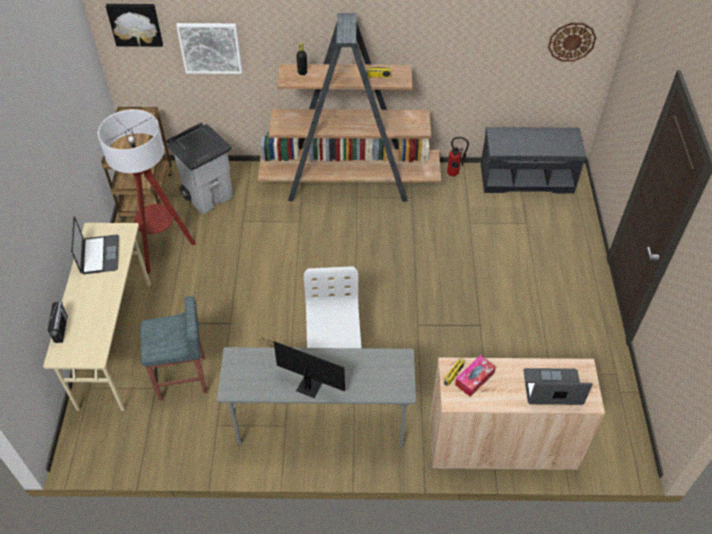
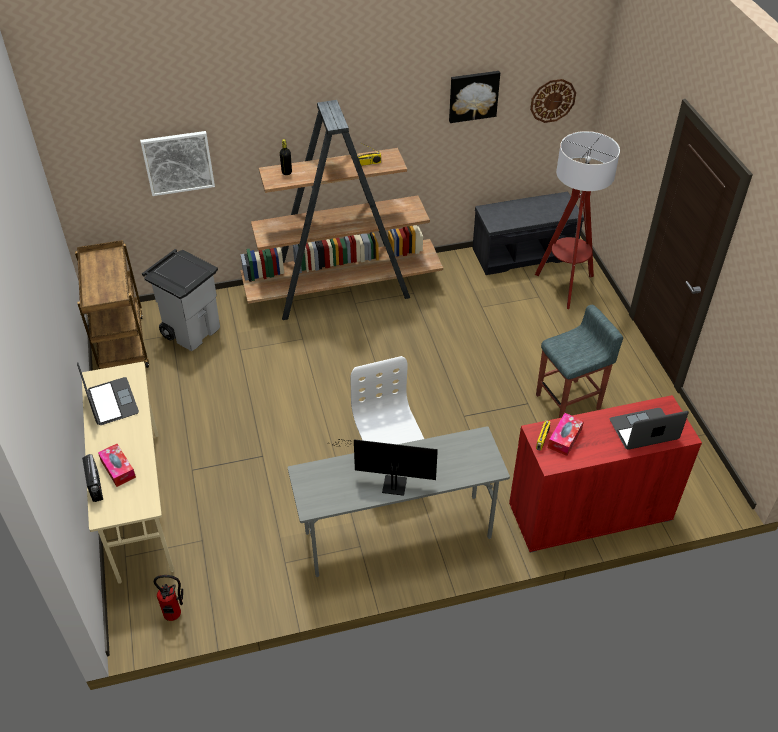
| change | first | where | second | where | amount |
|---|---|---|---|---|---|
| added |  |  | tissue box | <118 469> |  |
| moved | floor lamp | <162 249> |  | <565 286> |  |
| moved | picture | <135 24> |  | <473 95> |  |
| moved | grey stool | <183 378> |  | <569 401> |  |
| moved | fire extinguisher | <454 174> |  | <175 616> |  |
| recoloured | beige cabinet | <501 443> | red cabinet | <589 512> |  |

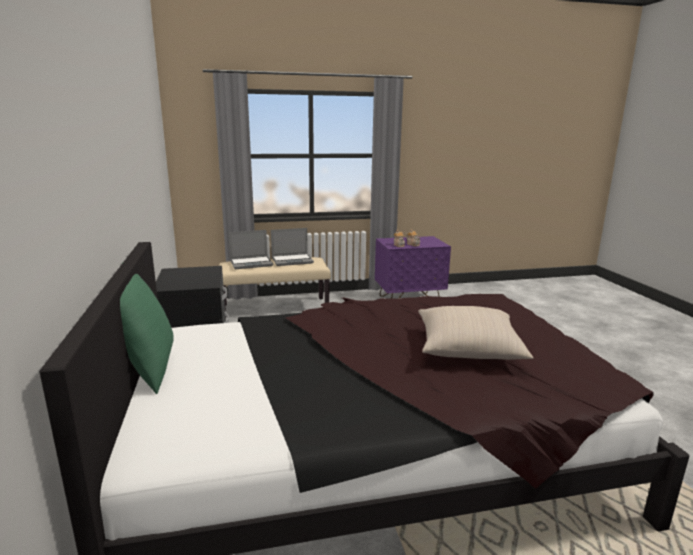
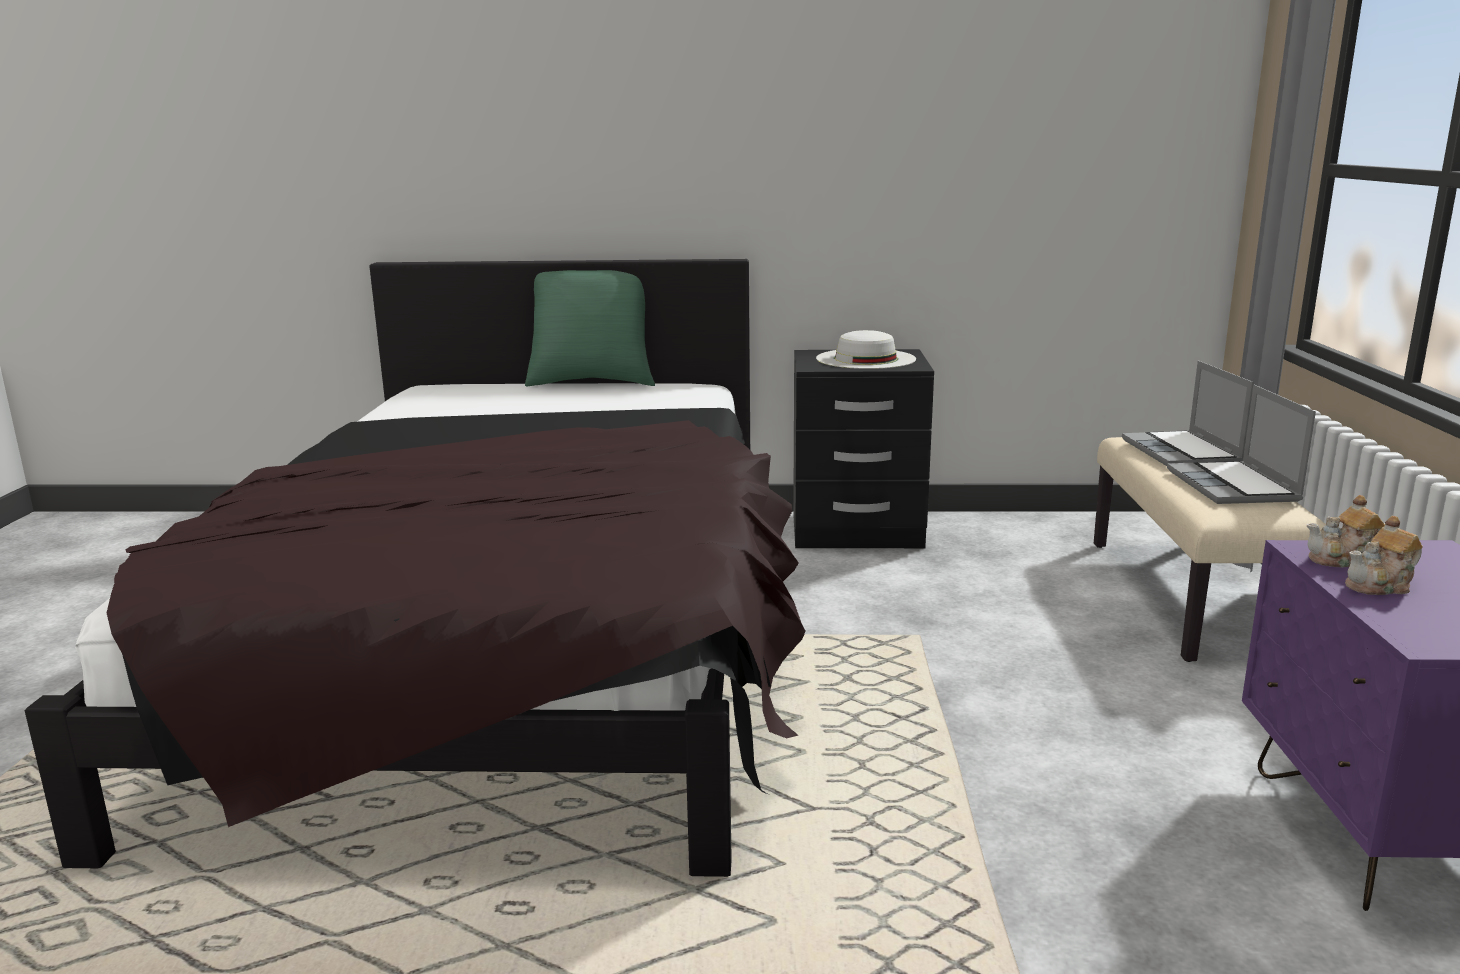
| change | first | where | second | where | amount |
|---|---|---|---|---|---|
| removed | beige pillow | <467 349> |  |  |  |
| added |  |  | white hat | <865 359> |  |

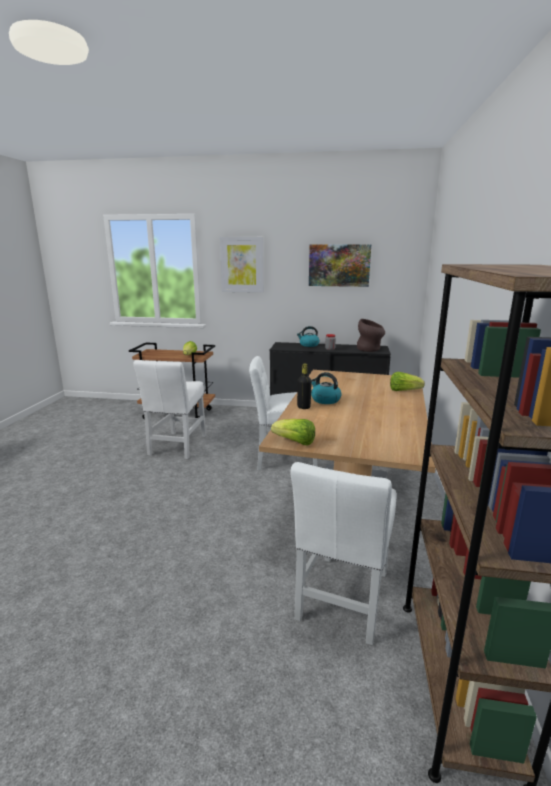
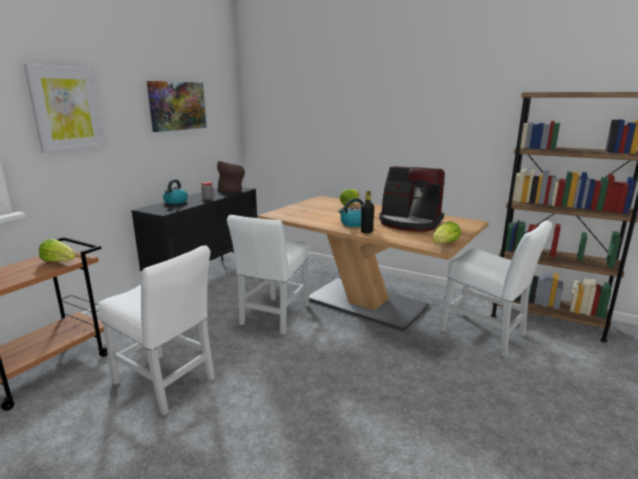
| change | first | where | second | where | amount |
|---|---|---|---|---|---|
| added |  |  | coffee machine | <410 222> |  |

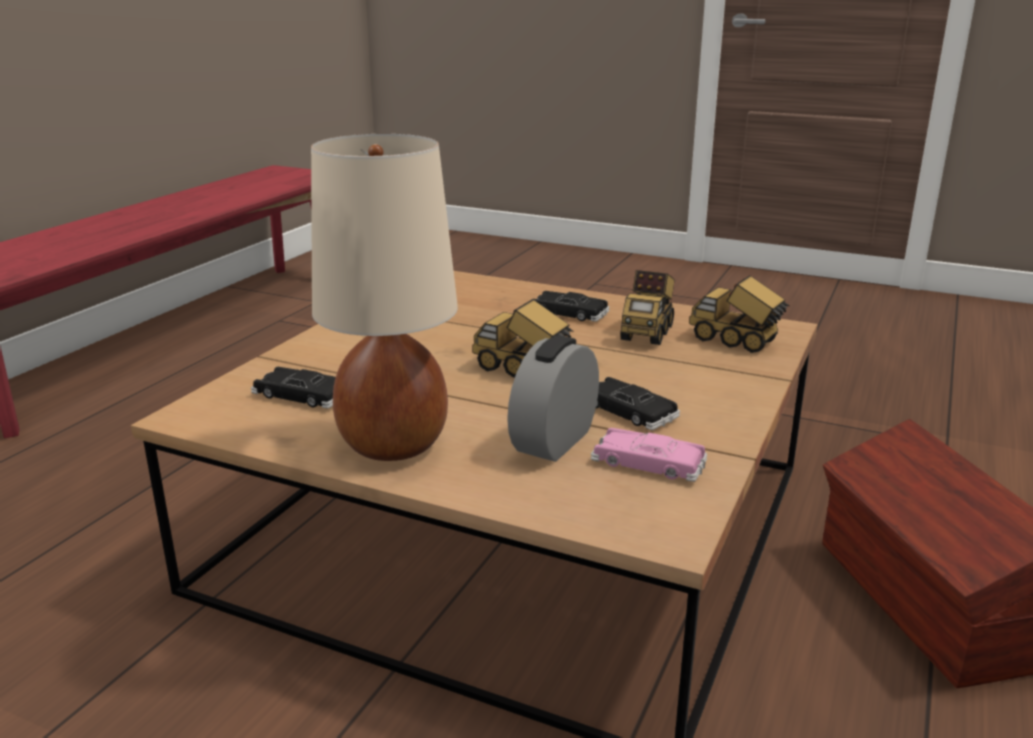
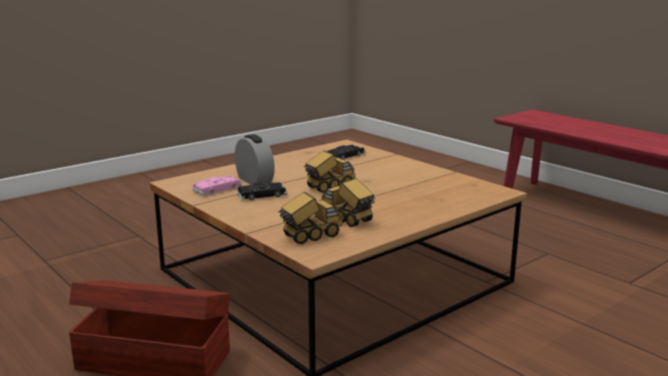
| change | first | where | second | where | amount |
|---|---|---|---|---|---|
| removed | beige table lamp | <393 445> |  |  |  |
| removed | black toy car | <568 313> |  |  |  |

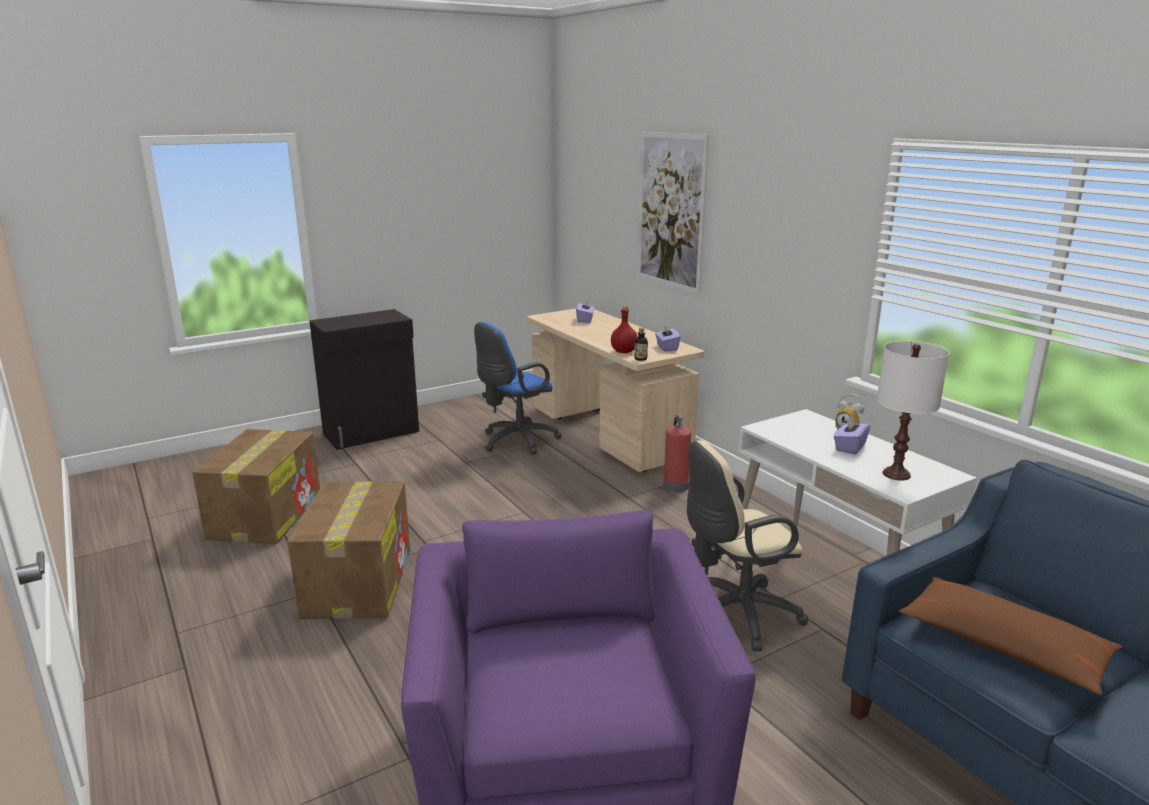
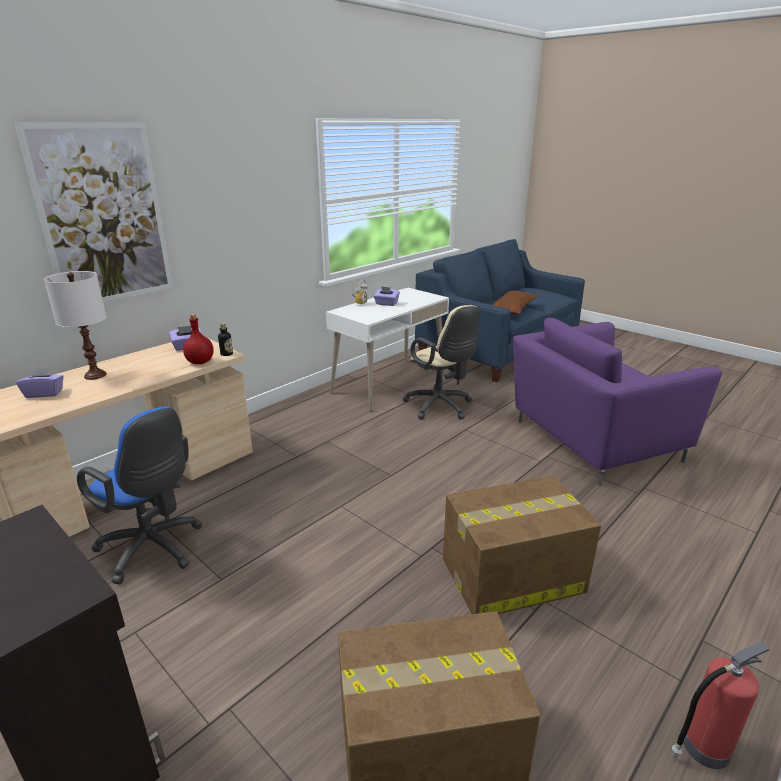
| change | first | where | second | where | amount |
|---|---|---|---|---|---|
| moved | fire extinguisher | <675 485> |  | <703 747> |  |
| moved | white table lamp | <896 474> |  | <95 375> |  |

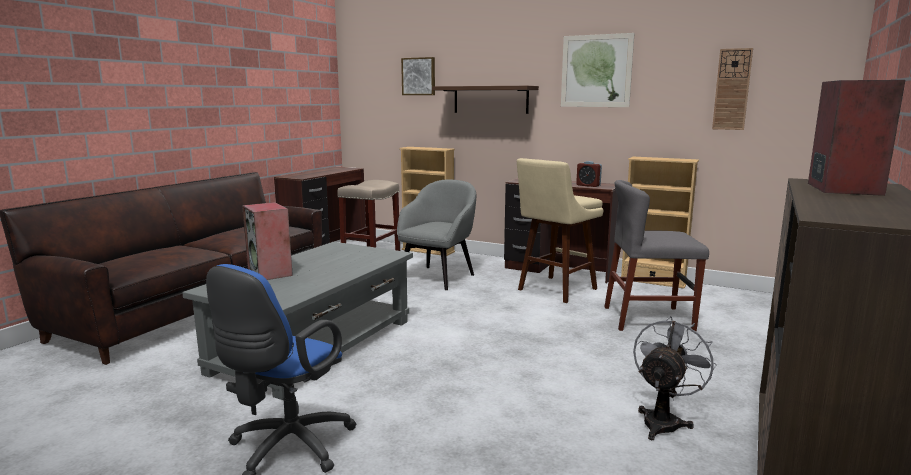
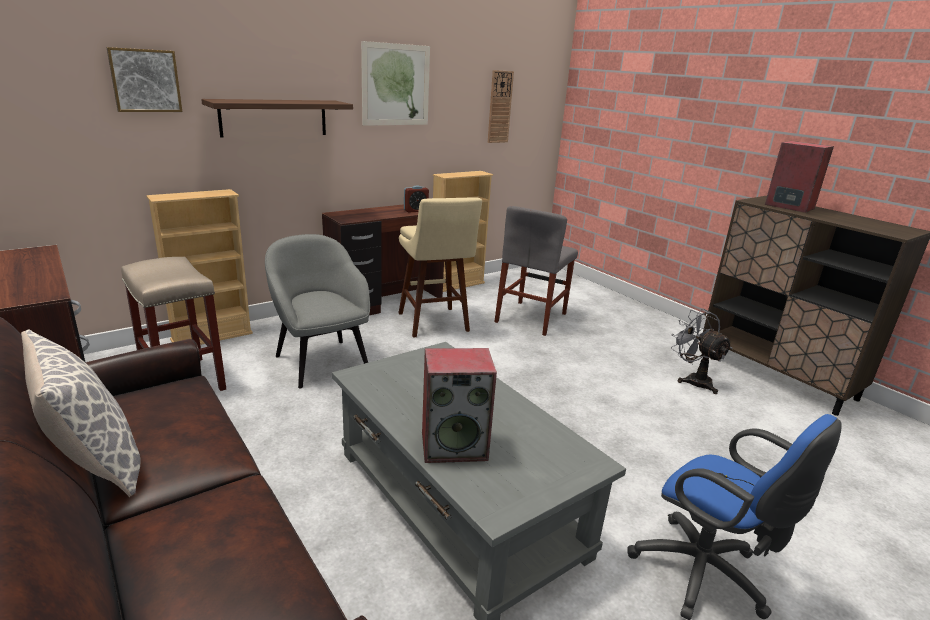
| change | first | where | second | where | amount |
|---|---|---|---|---|---|
| added |  |  | pillow | <95 465> |  |

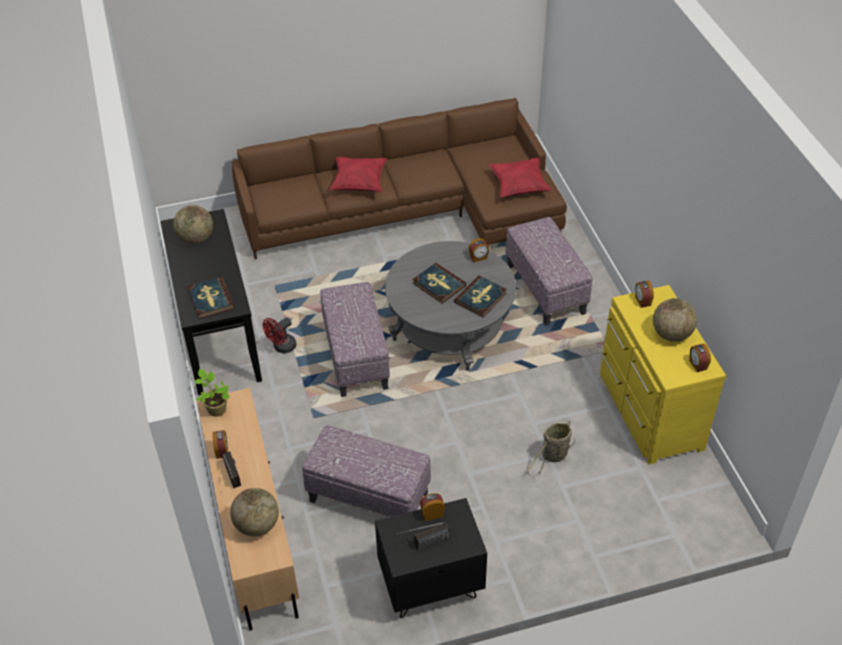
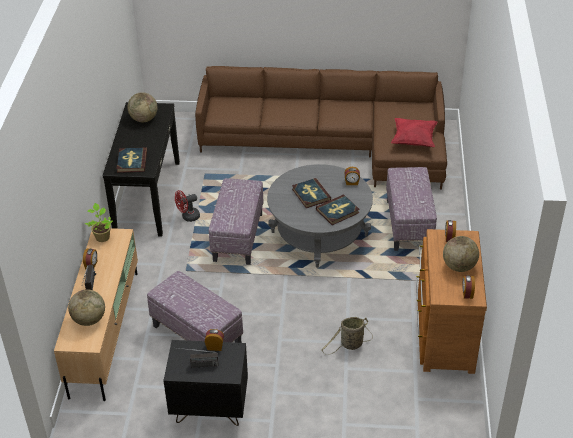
| change | first | where | second | where | amount |
|---|---|---|---|---|---|
| removed | red pillow | <359 183> |  |  |  |
| recoloured | yellow dresser | <648 412> | brown dresser | <443 334> |  |

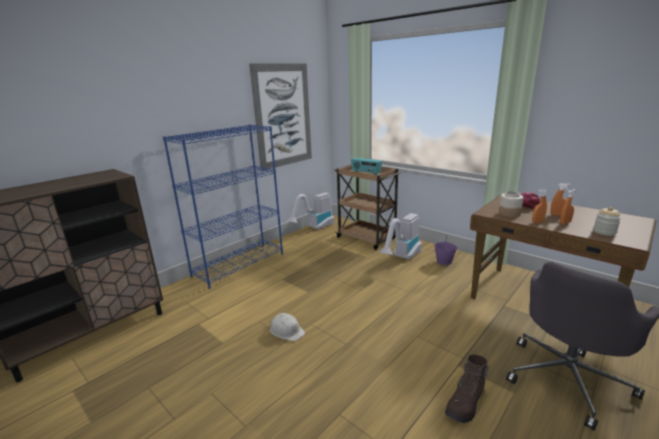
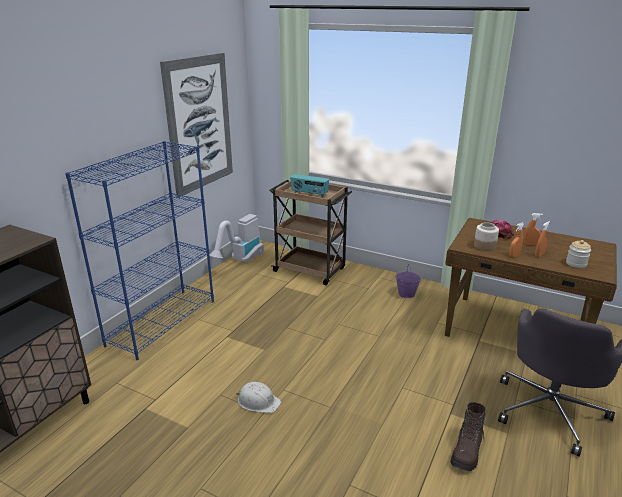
| change | first | where | second | where | amount |
|---|---|---|---|---|---|
| removed | vacuum cleaner | <402 258> |  |  |  |

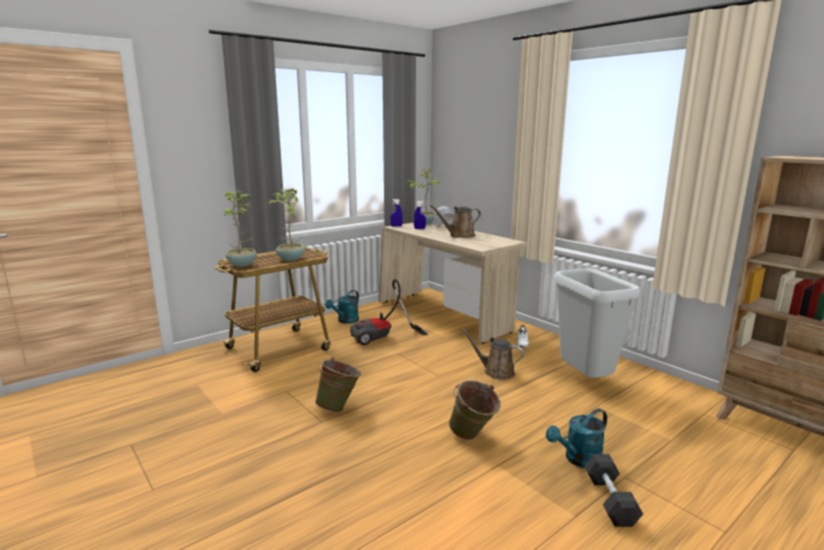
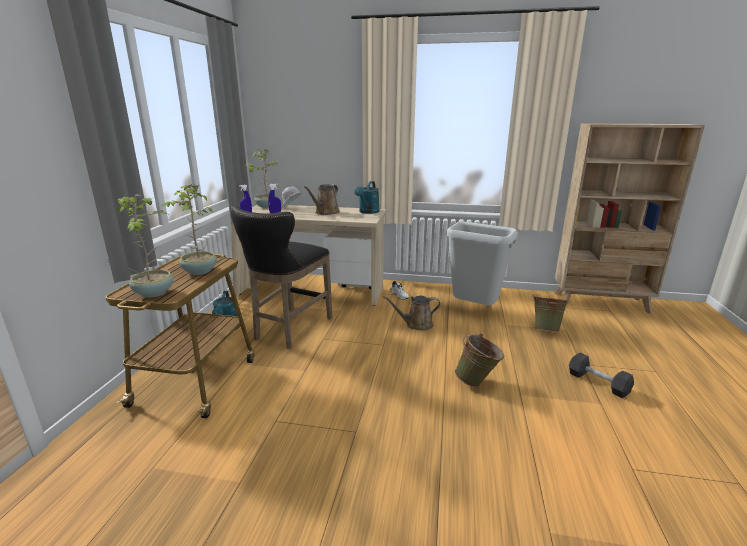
| change | first | where | second | where | amount |
|---|---|---|---|---|---|
| moved | green bucket | <339 407> |  | <546 329> |  |
| moved | turquoise watering can | <578 460> |  | <368 212> |  |
| replaced | vacuum cleaner | <383 338> | black stool | <289 329> |  |

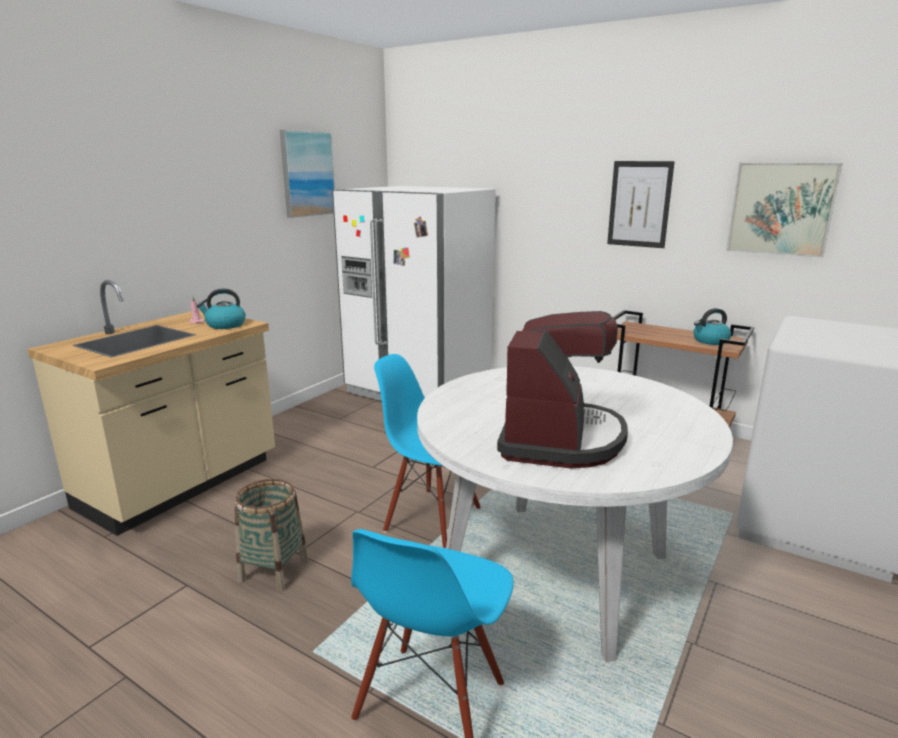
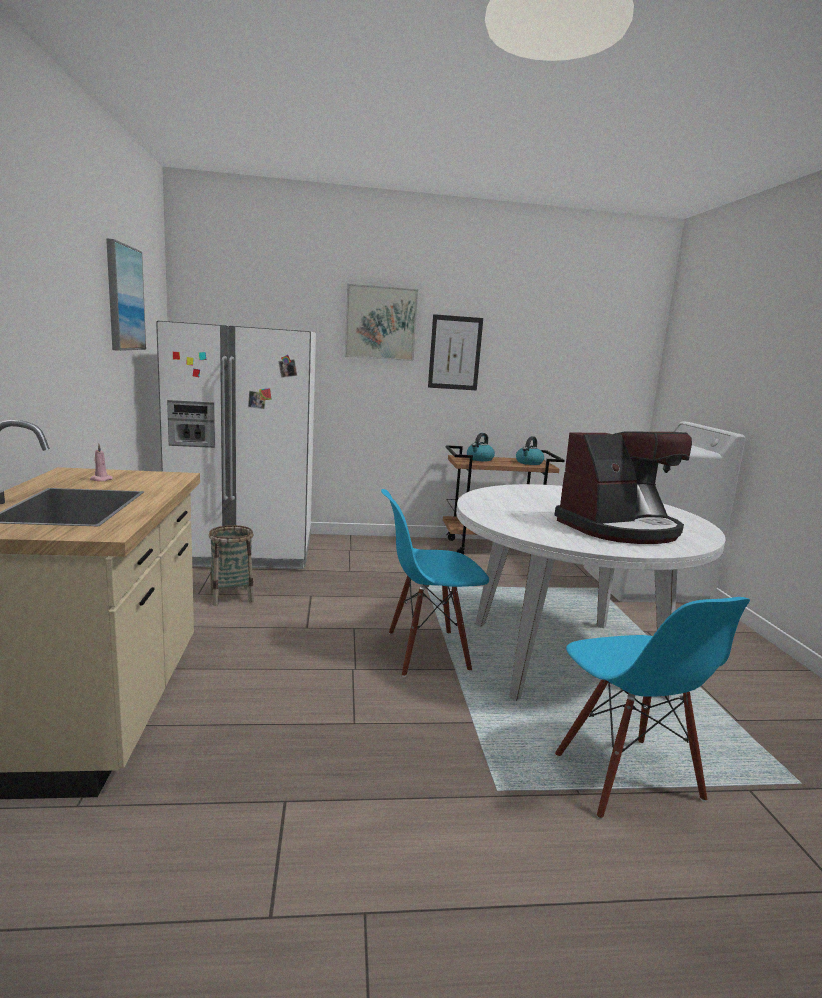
| change | first | where | second | where | amount |
|---|---|---|---|---|---|
| moved | kettle | <225 325> |  | <479 459> |  |
| moved | basket | <274 571> |  | <231 596> |  |
| moved | picture | <781 209> |  | <380 323> |  |
| turned | coffee machine | <560 439> |  | <619 528> | 90 degrees clockwise |

